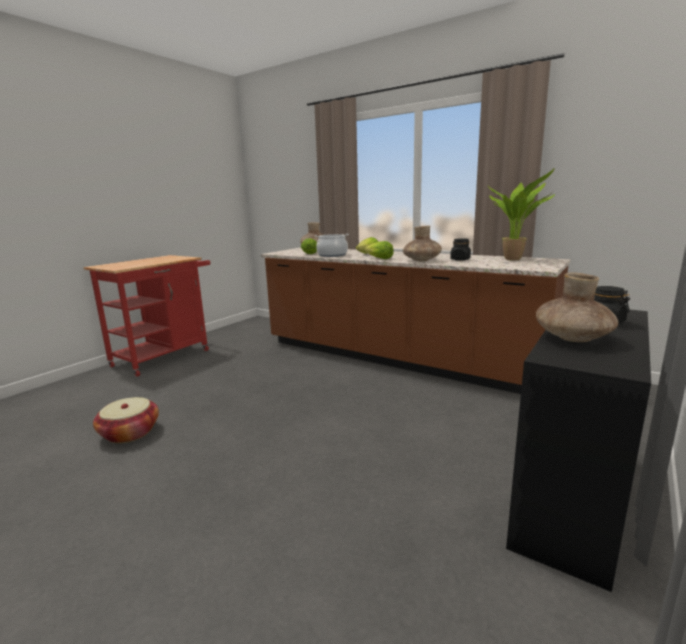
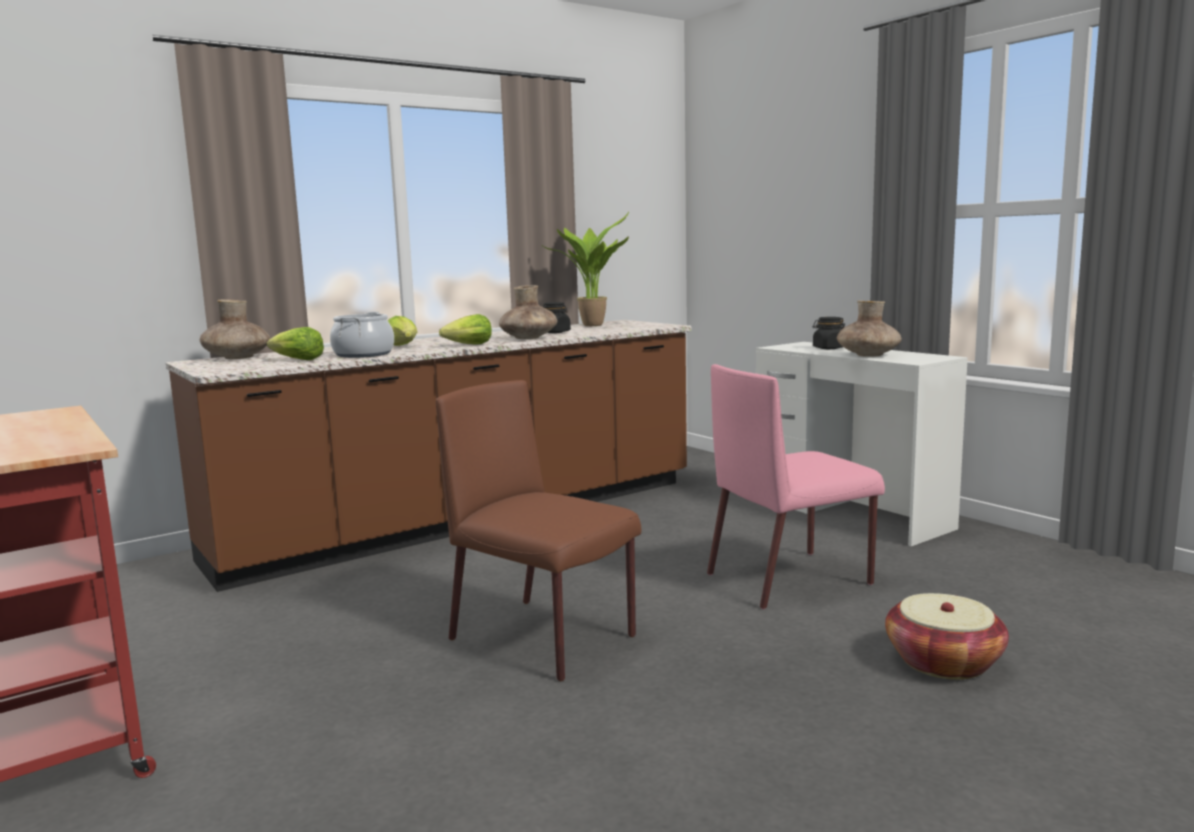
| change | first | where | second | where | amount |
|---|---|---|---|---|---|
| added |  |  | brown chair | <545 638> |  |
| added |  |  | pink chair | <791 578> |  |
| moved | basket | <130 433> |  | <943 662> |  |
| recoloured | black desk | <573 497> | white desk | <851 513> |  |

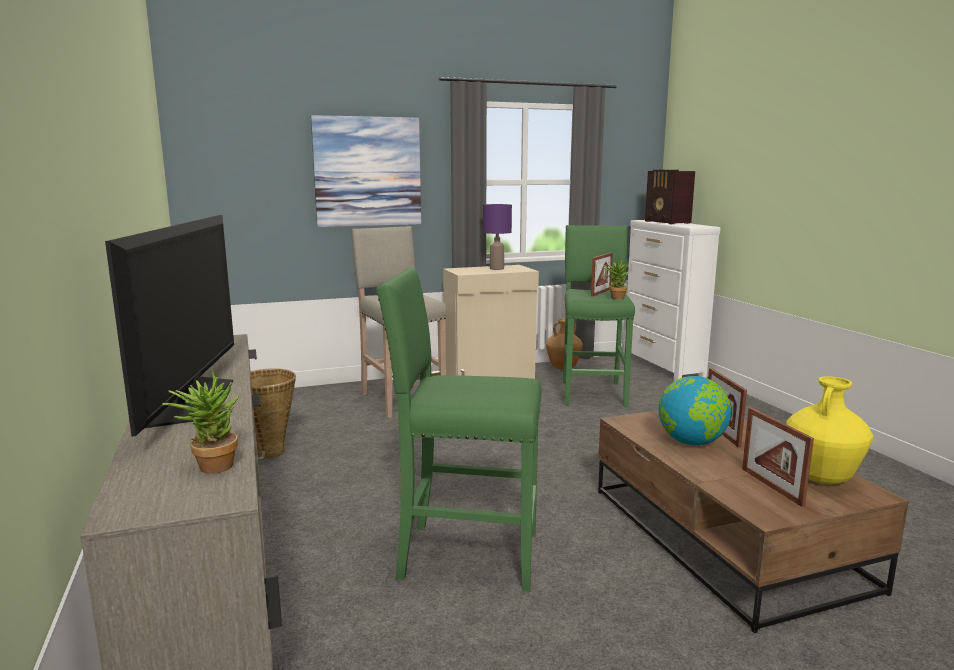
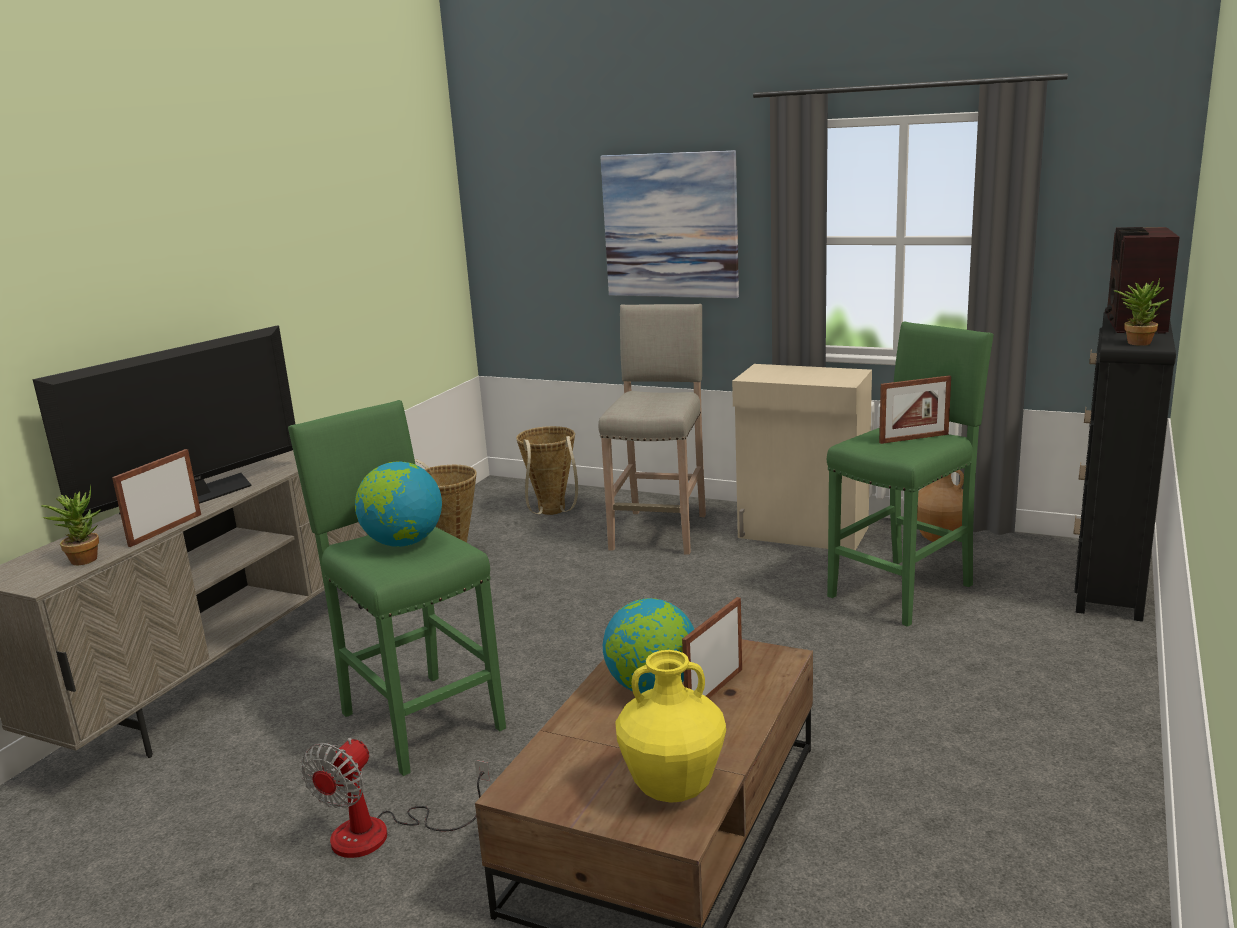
| change | first | where | second | where | amount |
|---|---|---|---|---|---|
| removed | purple table lamp | <496 269> |  |  |  |
| added |  |  | fan | <381 834> |  |
| added |  |  | globe | <403 543> |  |
| added |  |  | basket | <552 513> |  |
| moved | potted plant | <615 297> |  | <1136 342> |  |
| moved | picture frame | <771 486> |  | <165 530> |  |
| recoloured | white dresser | <662 367> | black dresser | <1109 579> |  |

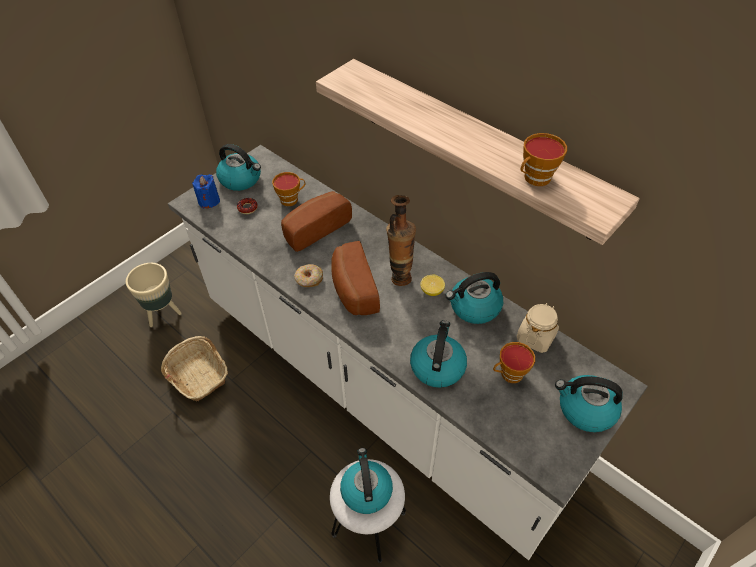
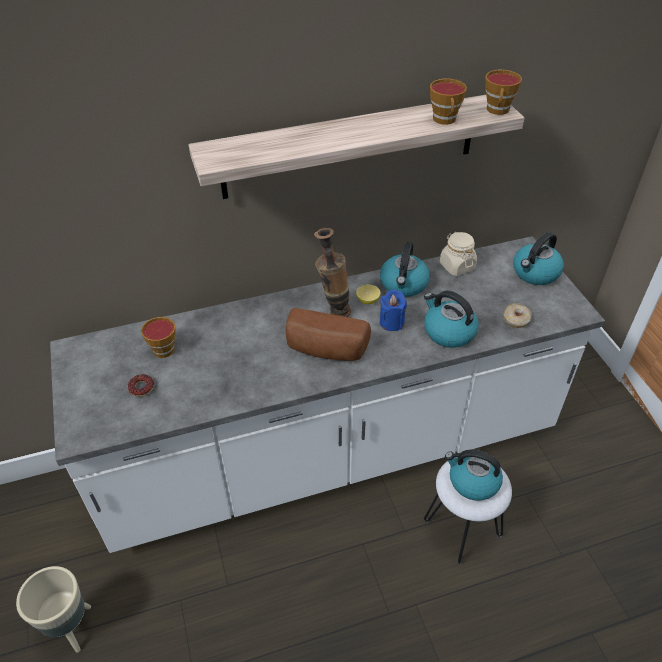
| change | first | where | second | where | amount |
|---|---|---|---|---|---|
| removed | basket | <198 375> |  |  |  |
| removed | kettle | <241 179> |  |  |  |
| removed | bread | <314 228> |  |  |  |
| moved | blue candle | <209 201> |  | <391 322> |  |
| moved | donut | <309 279> |  | <516 319> |  |
| moved | cup | <509 375> |  | <498 110> |  |

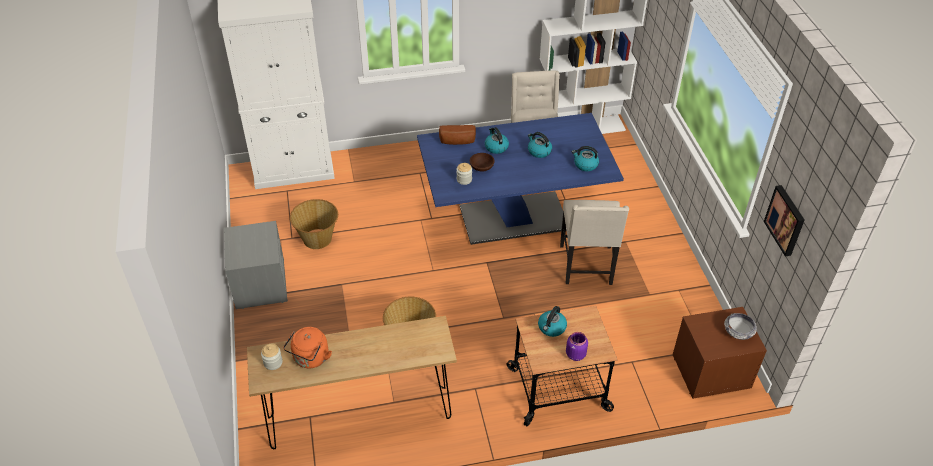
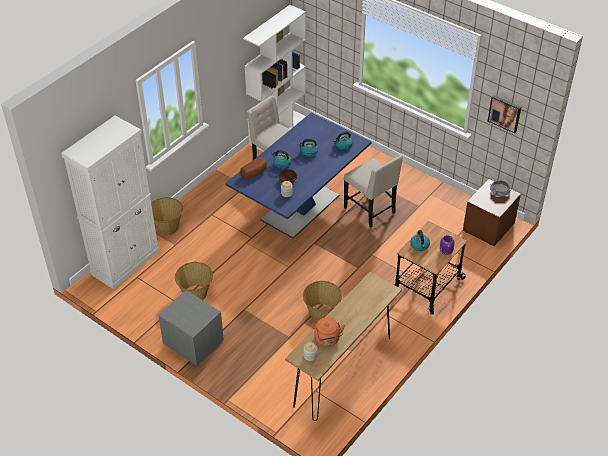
| change | first | where | second | where | amount |
|---|---|---|---|---|---|
| added |  |  | basket | <167 227> |  |

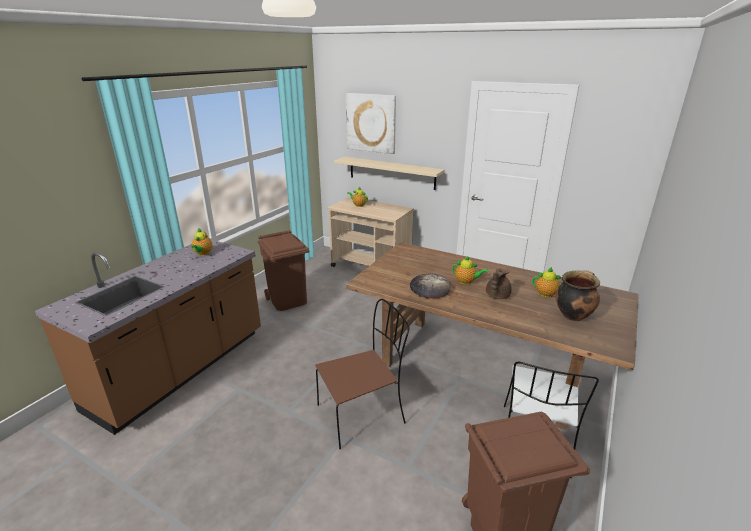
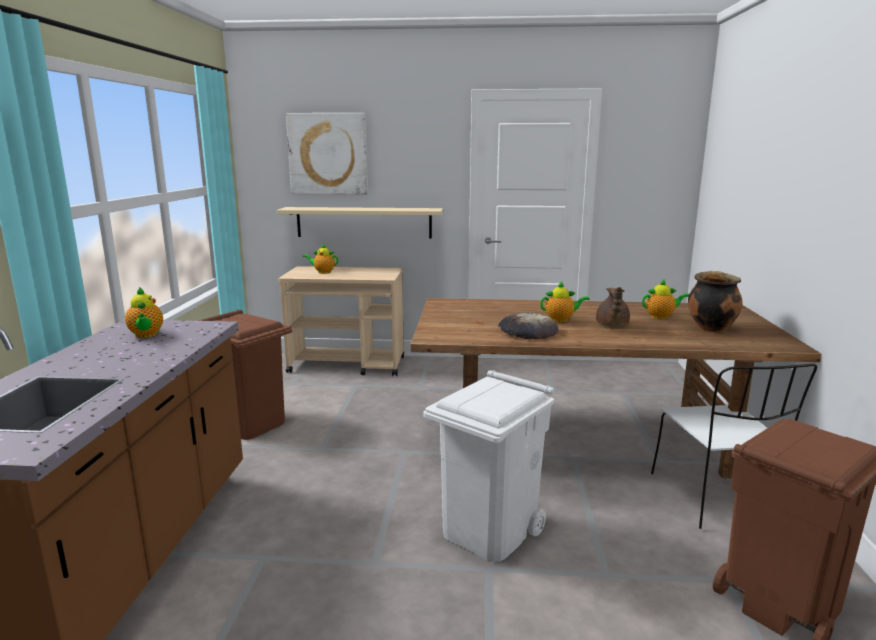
| change | first | where | second | where | amount |
|---|---|---|---|---|---|
| replaced | brown chair | <362 413> | white trash can | <489 531> |  |

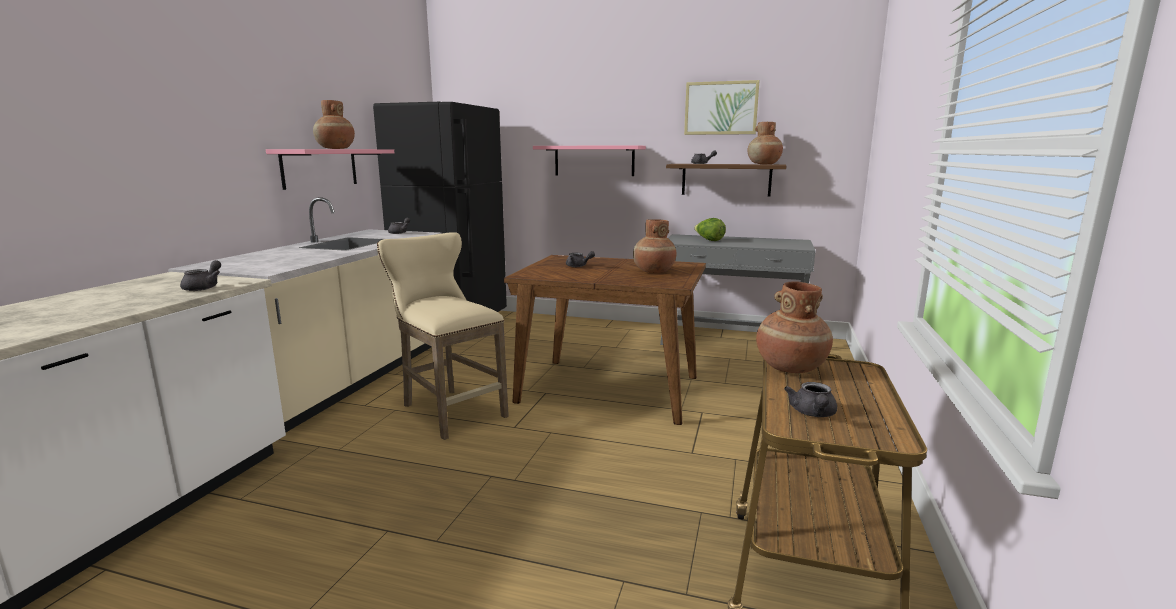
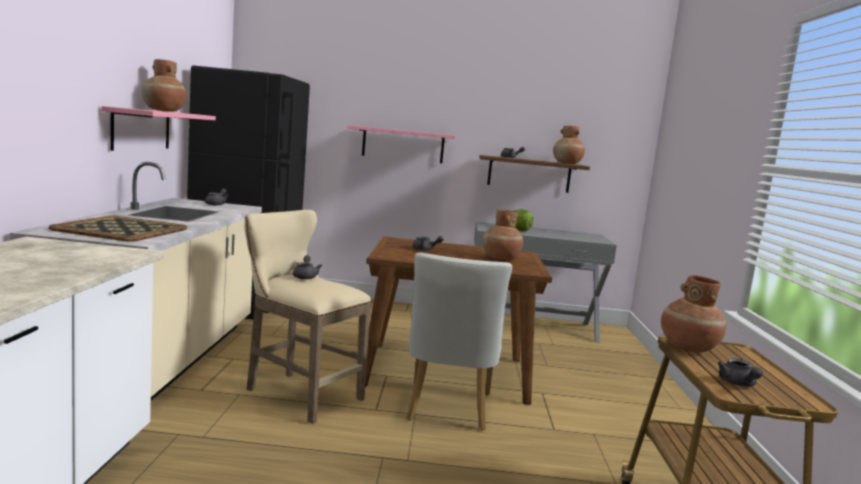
| change | first | where | second | where | amount |
|---|---|---|---|---|---|
| removed | picture | <721 108> |  |  |  |
| added |  |  | tray | <121 229> |  |
| added |  |  | white chair | <447 410> |  |
| moved | grey teapot | <204 287> |  | <305 276> |  |

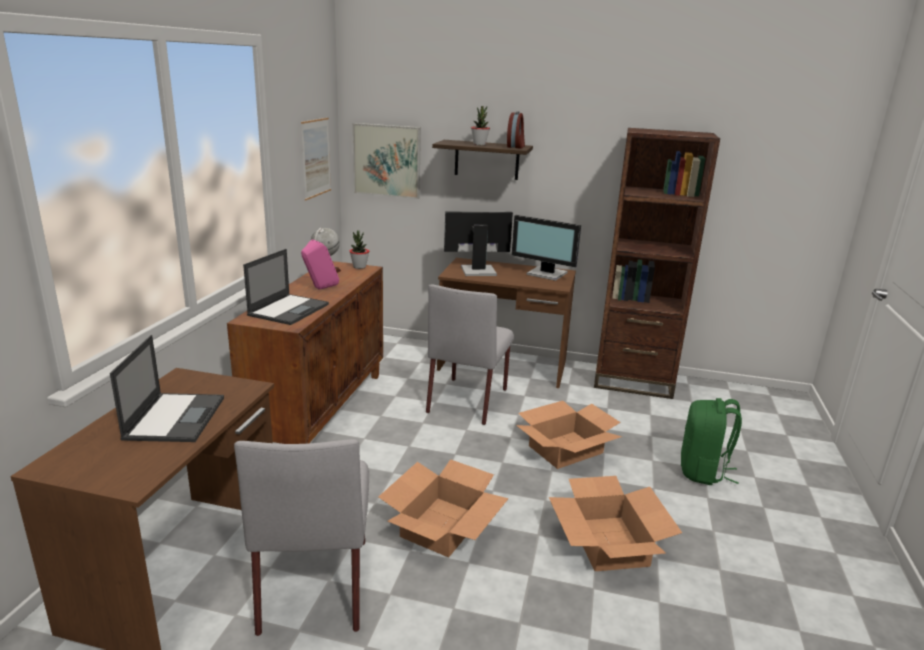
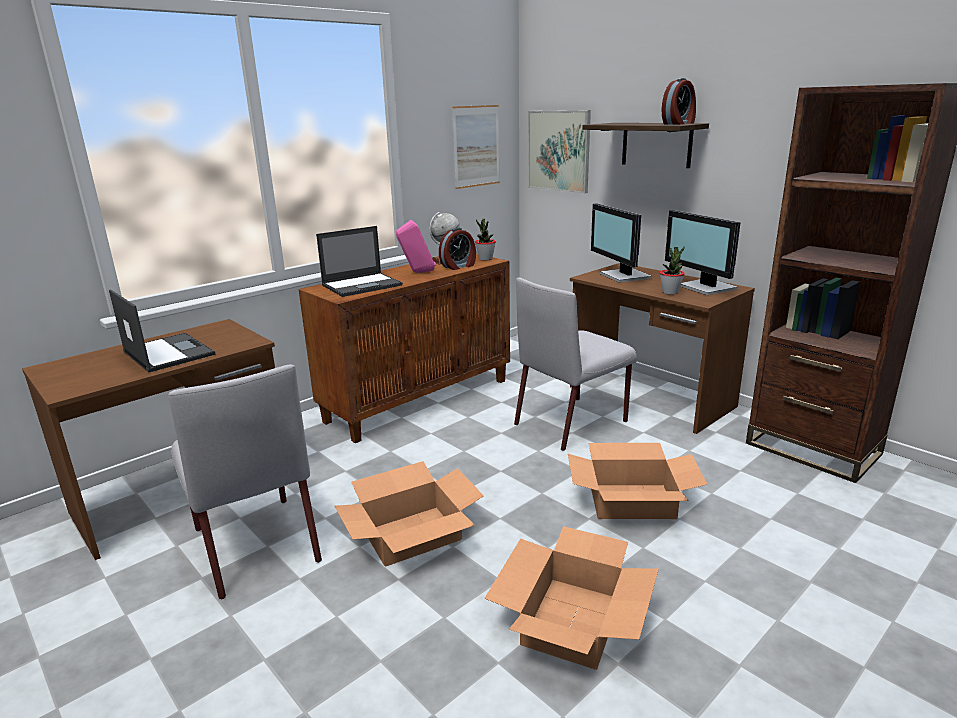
| change | first | where | second | where | amount |
|---|---|---|---|---|---|
| removed | green backpack | <703 472> |  |  |  |
| added |  |  | alarm clock | <459 266> |  |
| moved | potted plant | <479 144> |  | <670 292> |  |
| turned | laptop | <175 417> |  | <167 352> | 75 degrees counterclockwise |
| turned | grey chair | <315 583> |  | <255 543> | 60 degrees counterclockwise |
| turned | monitor | <477 270> |  | <623 276> | 135 degrees counterclockwise |

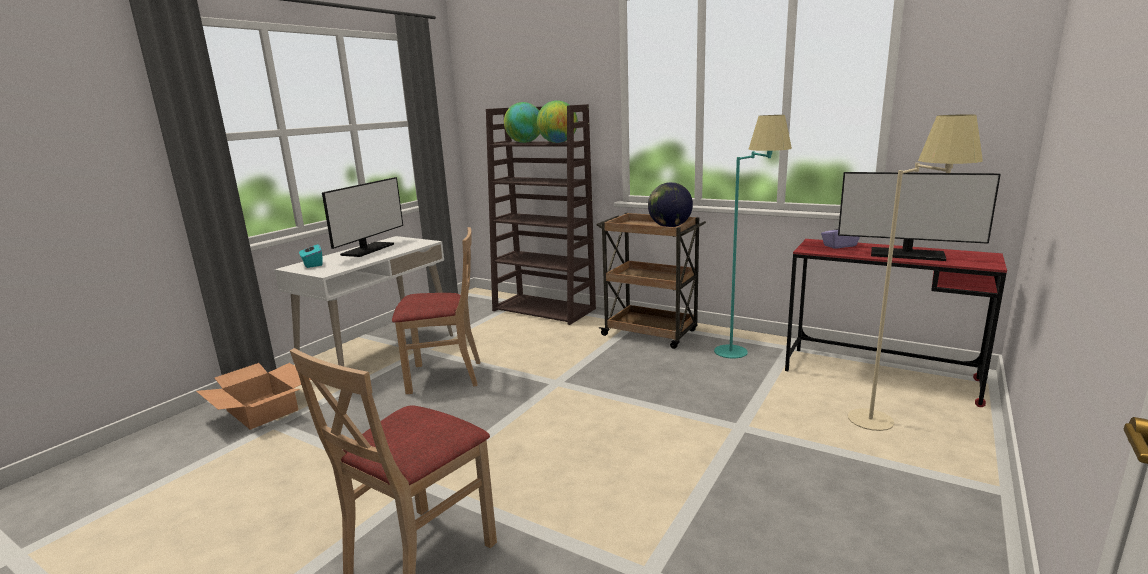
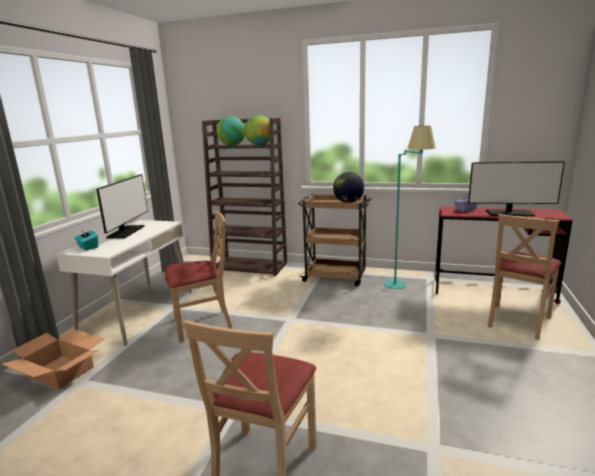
| change | first | where | second | where | amount |
|---|---|---|---|---|---|
| replaced | beige floor lamp | <892 424> | beige chair | <517 321> |  |

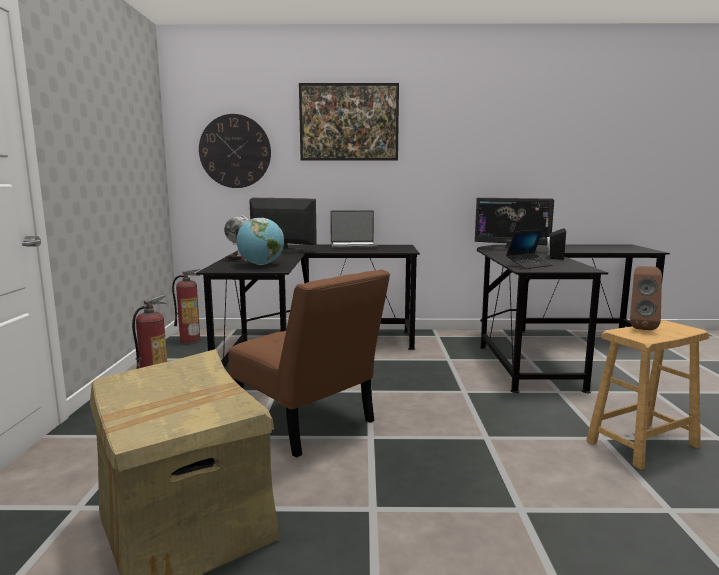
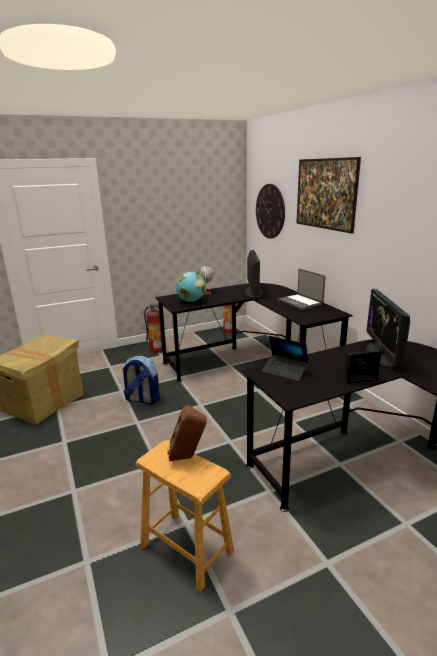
| change | first | where | second | where | amount |
|---|---|---|---|---|---|
| replaced | brown chair | <308 424> | backpack | <142 400> |  |

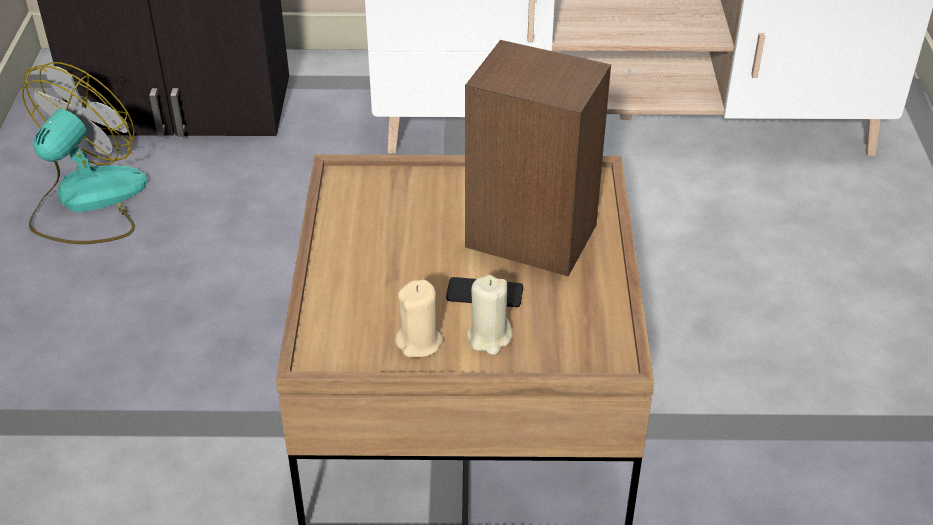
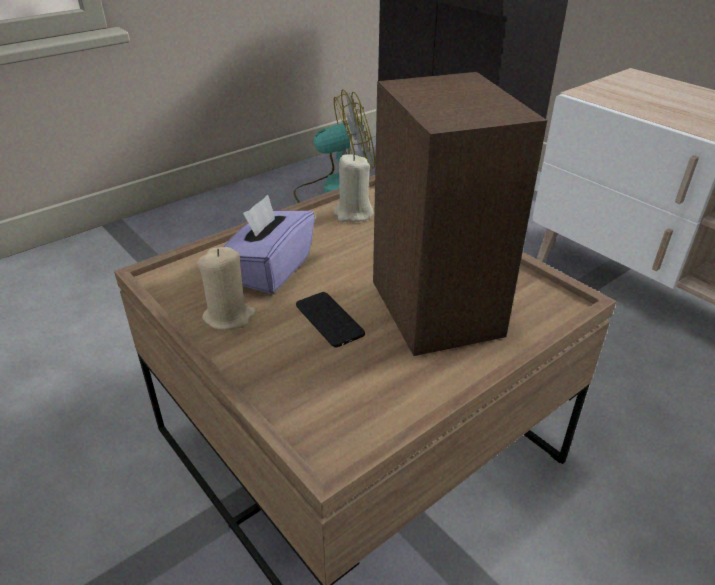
| change | first | where | second | where | amount |
|---|---|---|---|---|---|
| added |  |  | purple tissue box | <270 270> |  |
| moved | beige candle | <489 337> |  | <353 214> |  |

